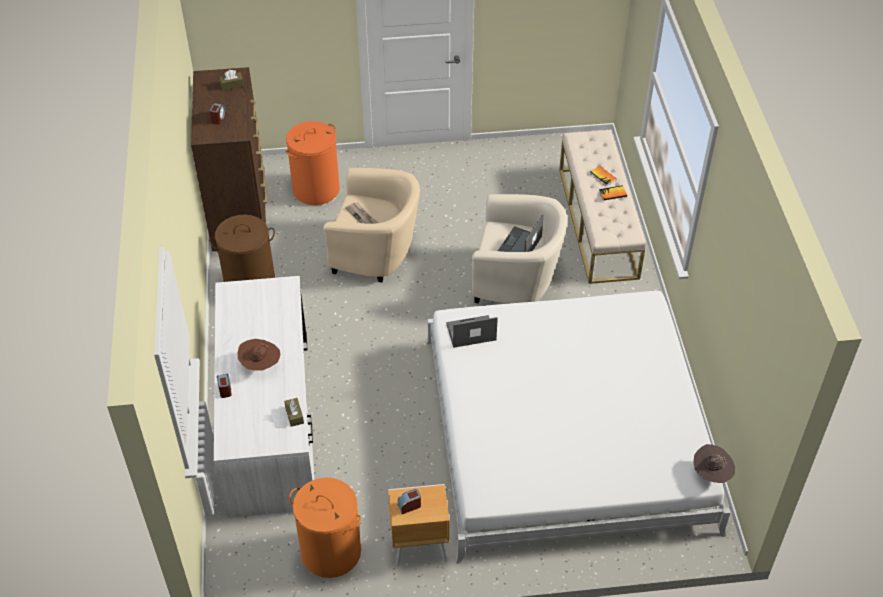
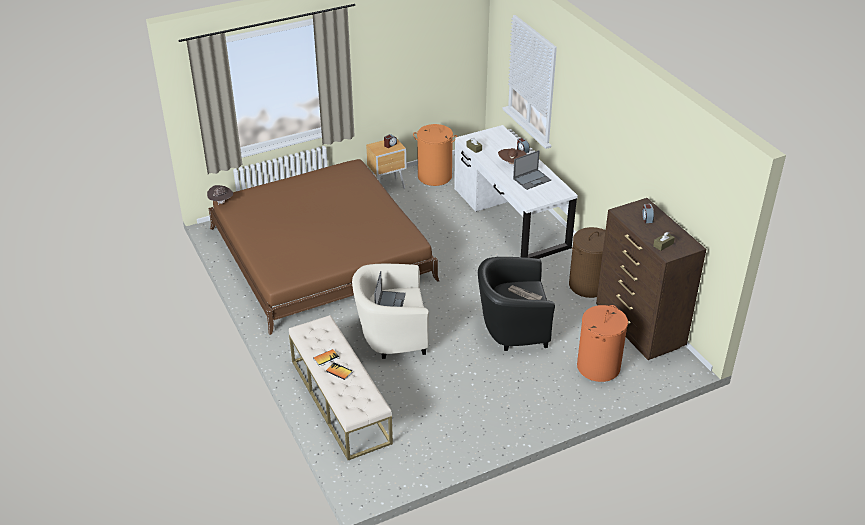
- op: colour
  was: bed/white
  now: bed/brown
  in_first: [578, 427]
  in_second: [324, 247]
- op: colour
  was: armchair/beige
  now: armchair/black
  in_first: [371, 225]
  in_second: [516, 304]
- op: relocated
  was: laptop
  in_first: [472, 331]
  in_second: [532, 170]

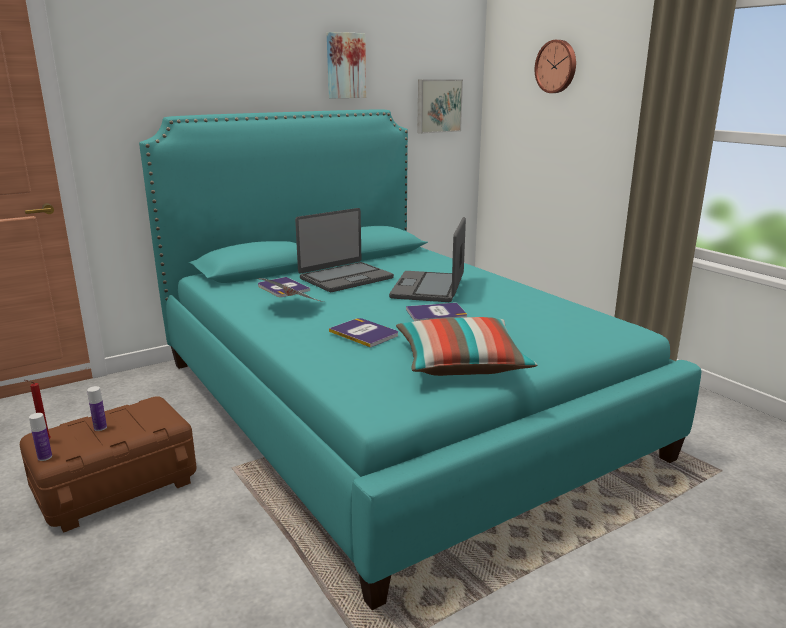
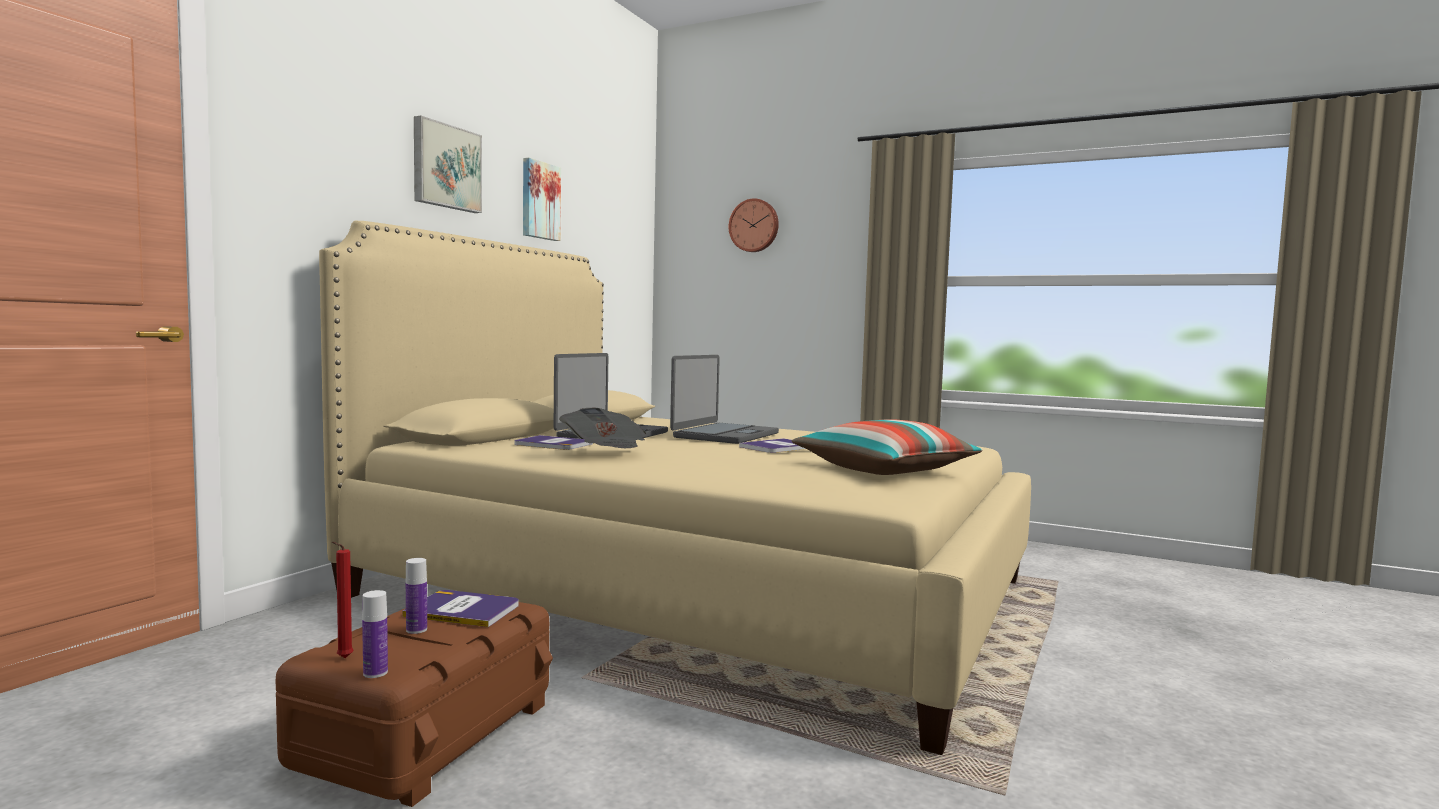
- op: colour
  was: bed/turquoise
  now: bed/beige
  in_first: [420, 360]
  in_second: [675, 488]
- op: relocated
  was: book
  in_first: [363, 333]
  in_second: [460, 608]
- op: relocated
  was: picture
  in_first: [440, 106]
  in_second: [448, 164]
- op: spun
  was: laptop
  in_first: [427, 259]
  in_second: [724, 399]
  clockwise: -135

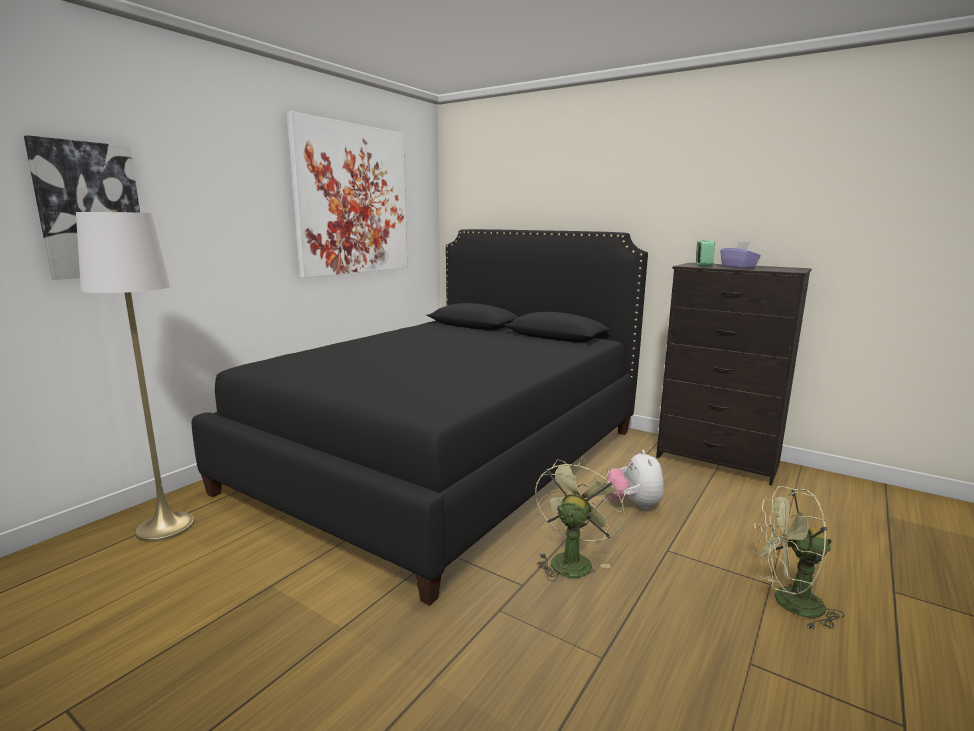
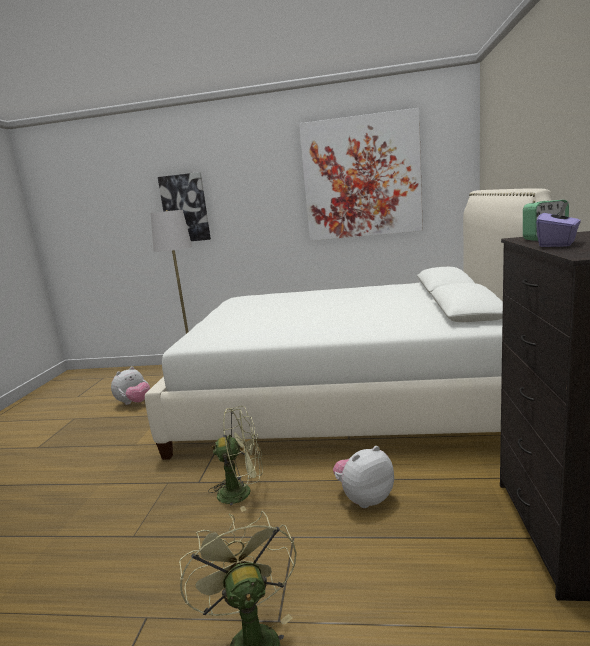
- op: appeared
  now: plush toy
  in_second: [130, 386]
- op: colour
  was: bed/black
  now: bed/white
  in_first: [420, 417]
  in_second: [348, 324]

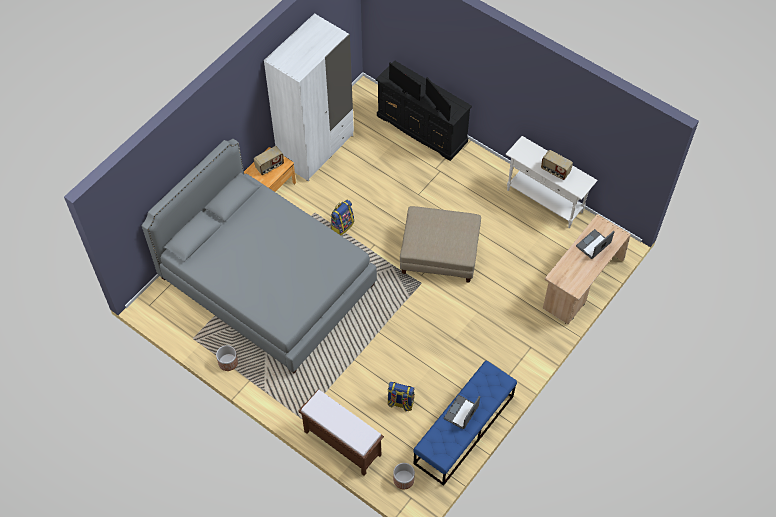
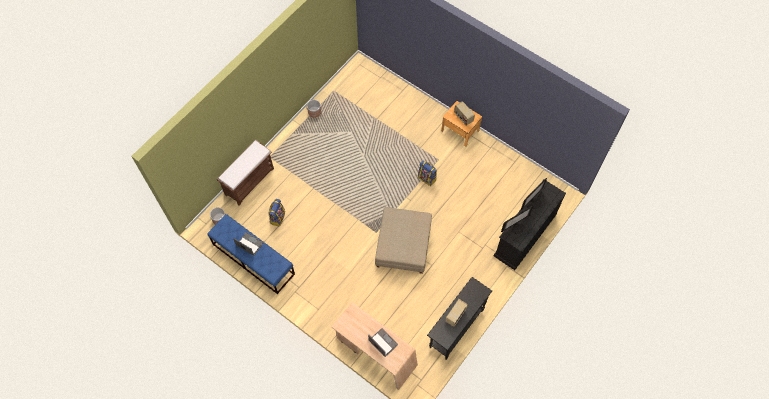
- op: colour
  was: console table/white
  now: console table/black
  in_first: [551, 182]
  in_second: [459, 318]
- op: missing
  was: bed/grey
  in_first: [259, 256]
- op: missing
  was: wardrobe/white
  in_first: [309, 97]

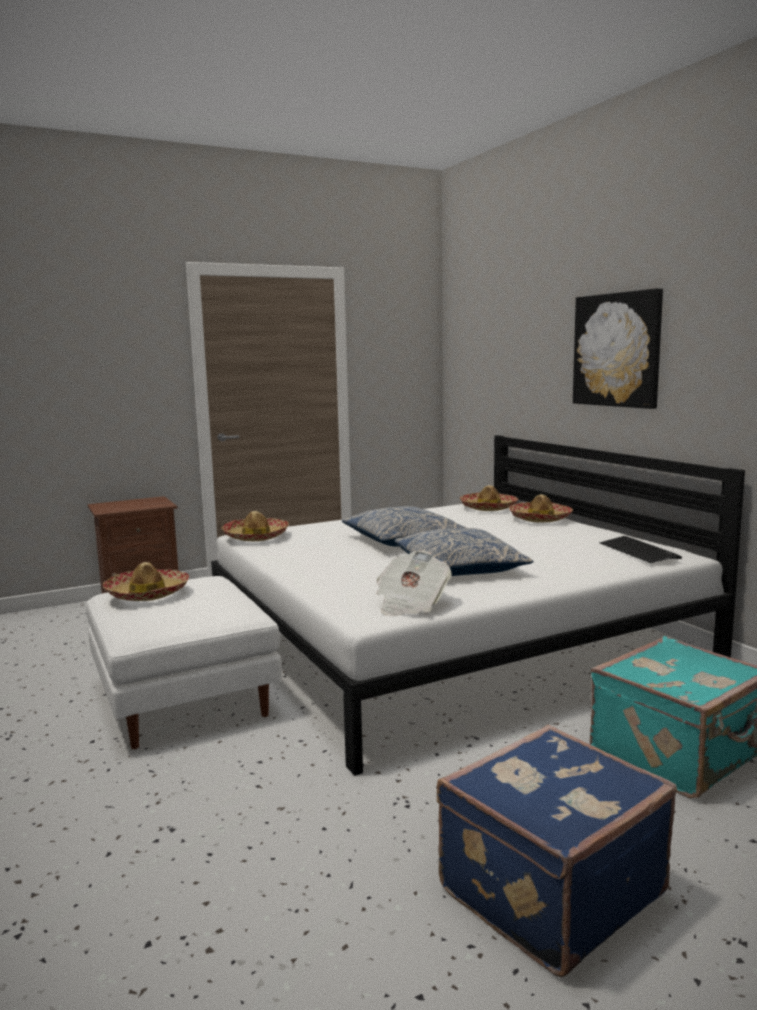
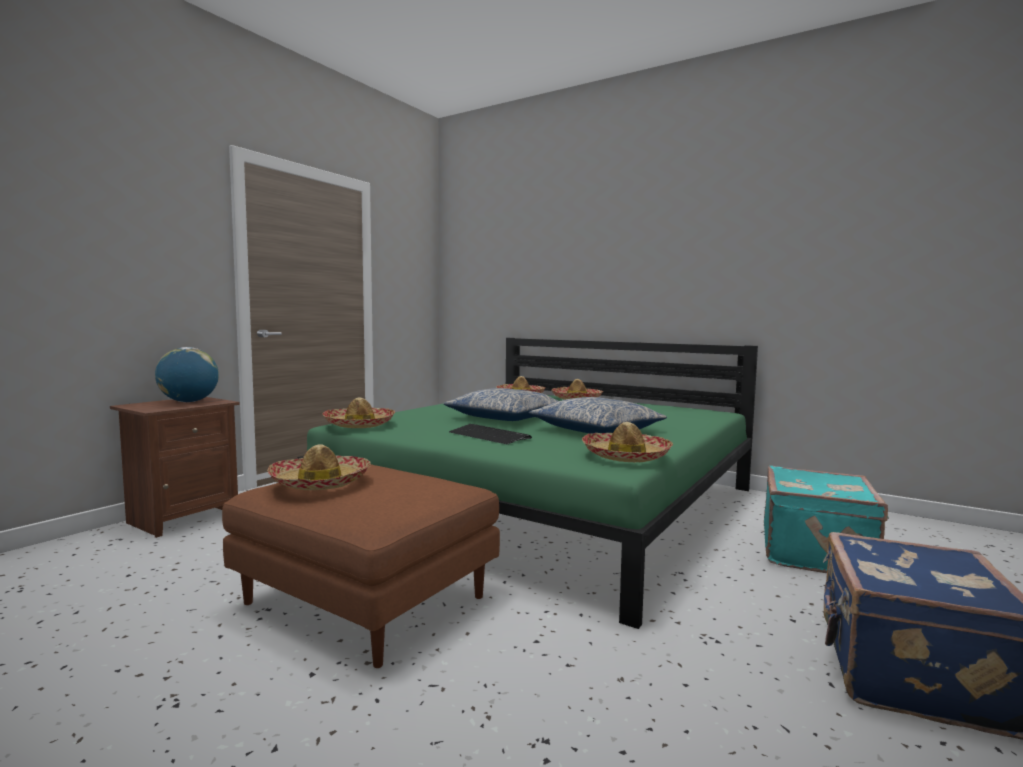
- op: appeared
  now: globe
  in_second: [187, 374]
- op: colour
  was: ottoman/white
  now: ottoman/brown
  in_first: [184, 662]
  in_second: [361, 566]
- op: colour
  was: bed/white
  now: bed/green
  in_first: [478, 605]
  in_second: [527, 483]
- op: relocated
  was: keyboard
  in_first: [641, 549]
  in_second: [490, 434]
- op: exchanged
  was: newspaper
  now: hat
  in_first: [414, 583]
  in_second: [627, 442]
- op: missing
  was: picture
  in_first: [618, 348]

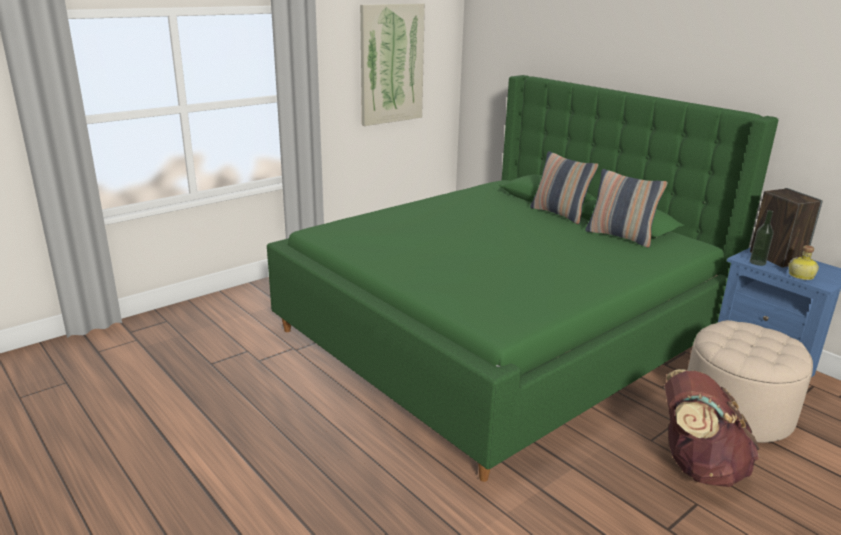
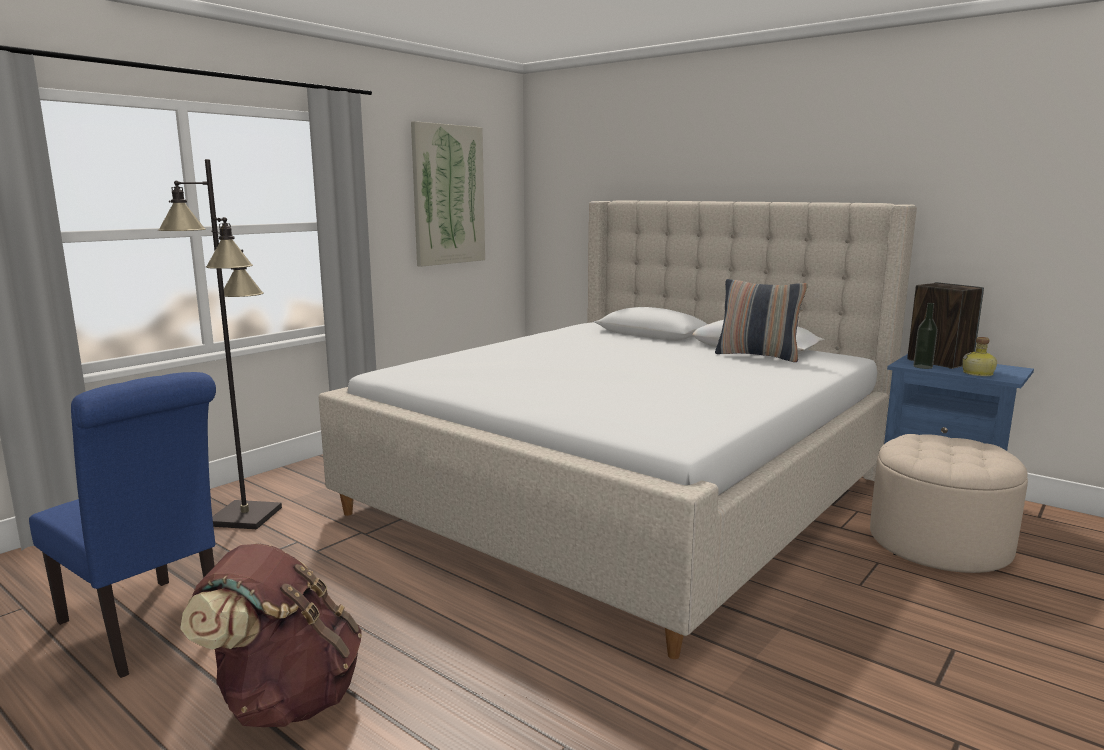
- op: appeared
  now: chair/blue
  in_second: [122, 525]
- op: appeared
  now: floor lamp/black
  in_second: [220, 344]
- op: relocated
  was: backpack/brown
  in_first: [712, 428]
  in_second: [271, 635]
- op: colour
  was: bed/green
  now: bed/beige
  in_first: [522, 278]
  in_second: [618, 429]
- op: missing
  was: pillow
  in_first: [564, 187]

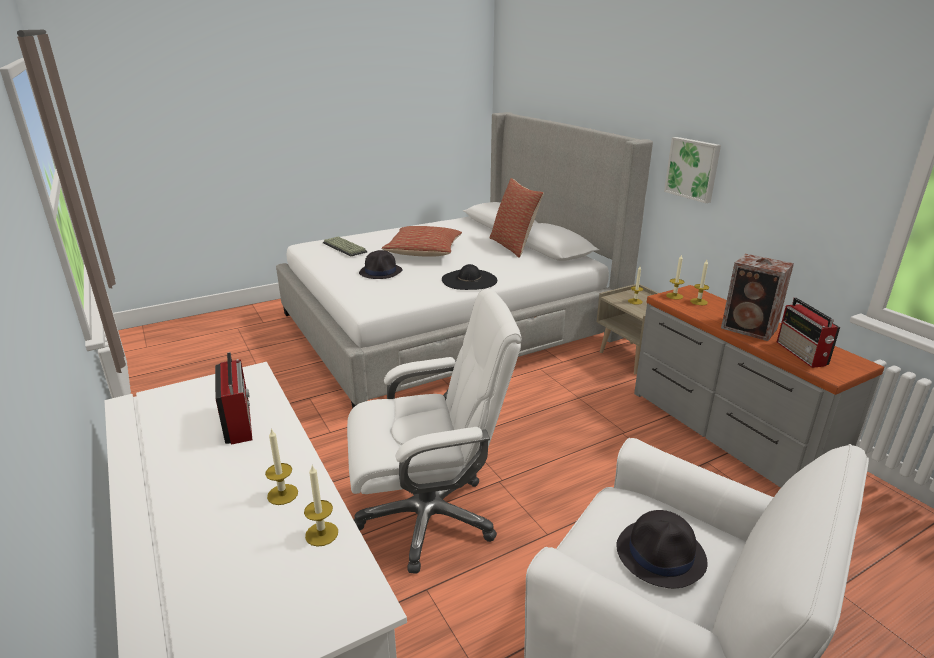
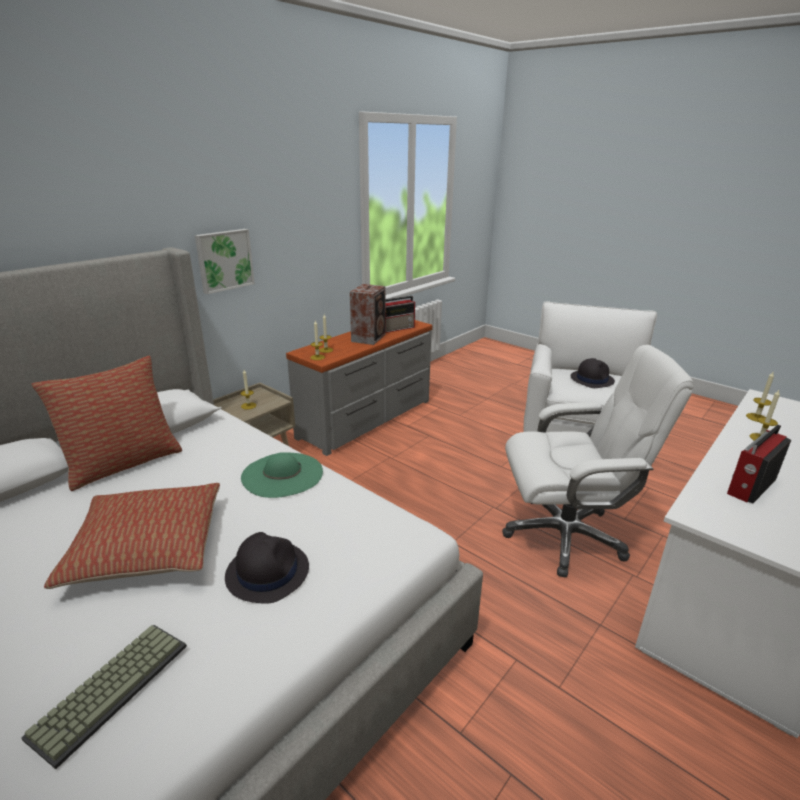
- op: colour
  was: hat/black
  now: hat/green
  in_first: [469, 277]
  in_second: [282, 475]
- op: spun
  was: office chair/white
  in_first: [434, 431]
  in_second: [598, 461]
  clockwise: 120

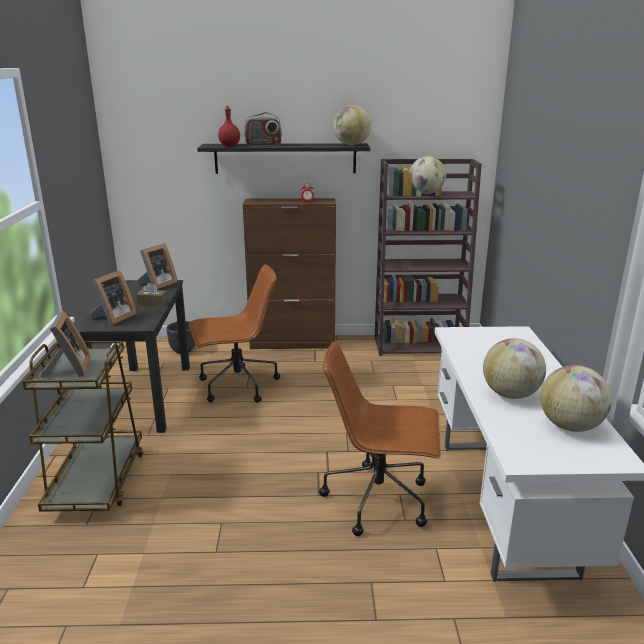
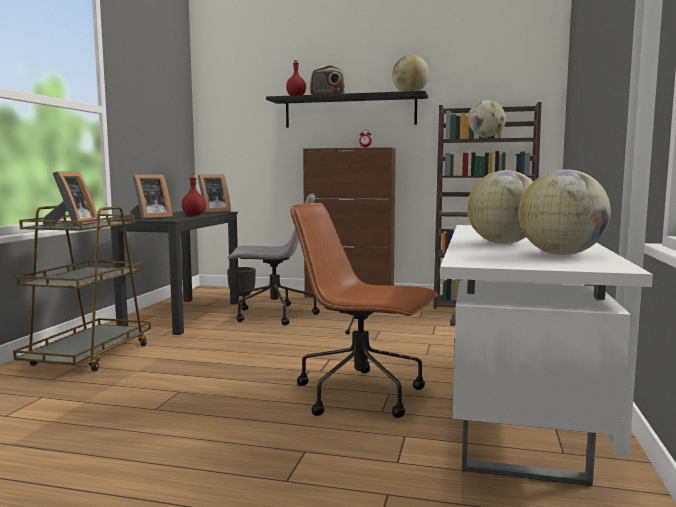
- op: exchanged
  was: tissue box/brown
  now: bottle/red
  in_first: [151, 294]
  in_second: [194, 195]
- op: colour
  was: office chair/brown
  now: office chair/grey
  in_first: [234, 334]
  in_second: [273, 259]

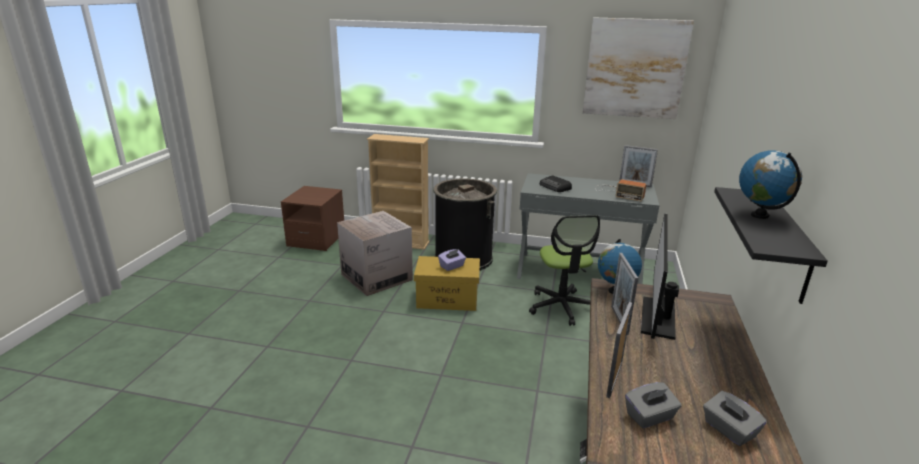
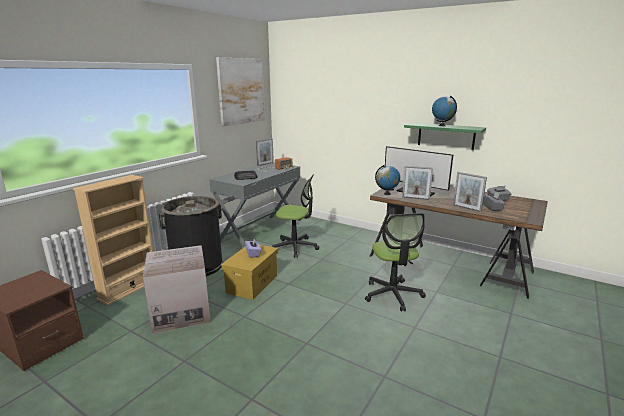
- op: appeared
  now: office chair
  in_second: [395, 262]
- op: colour
  was: shelf/black
  now: shelf/green
  in_first: [771, 245]
  in_second: [445, 136]

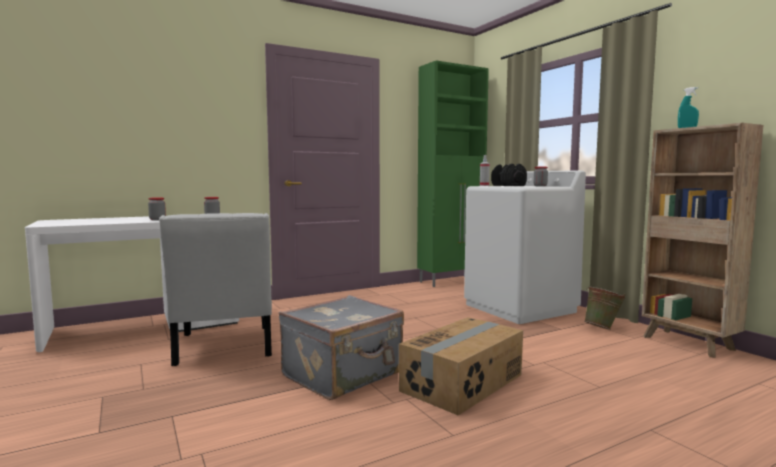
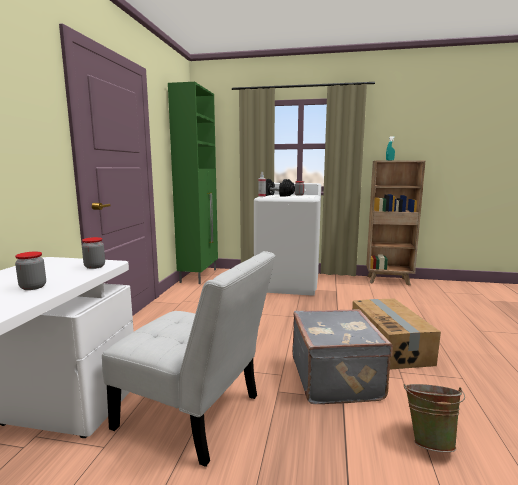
- op: relocated
  was: bucket/green
  in_first: [605, 308]
  in_second: [434, 418]

